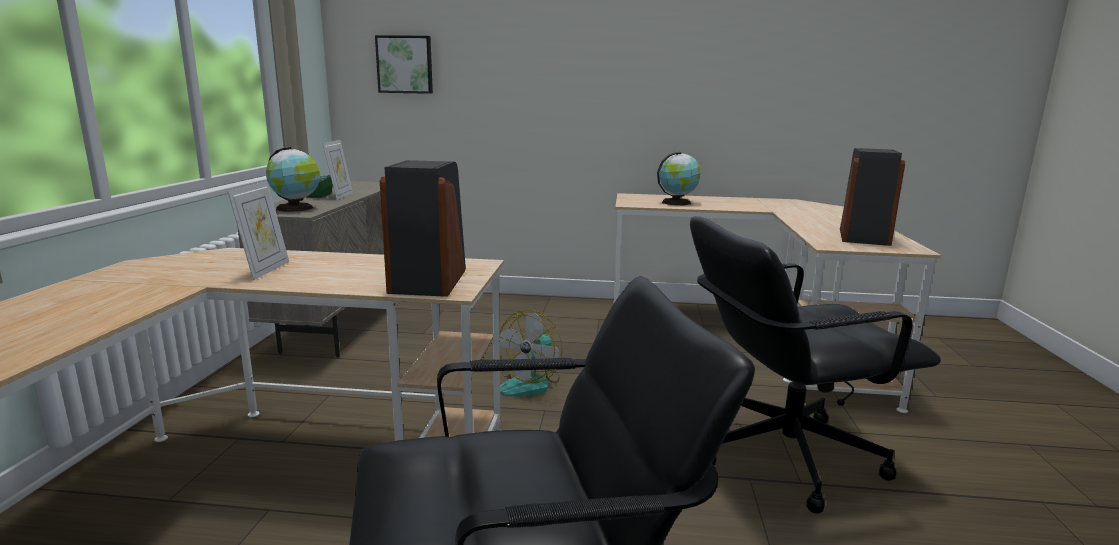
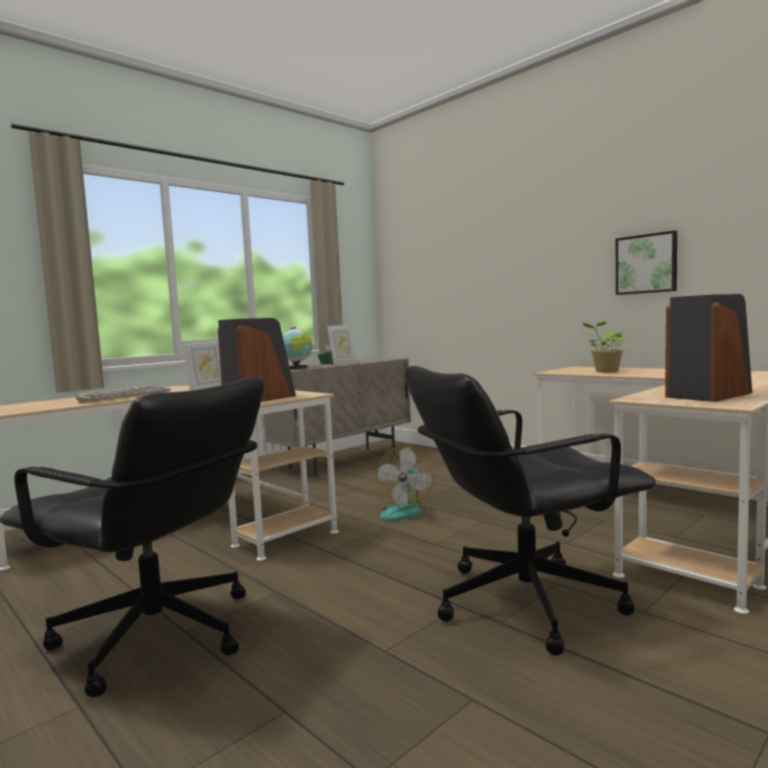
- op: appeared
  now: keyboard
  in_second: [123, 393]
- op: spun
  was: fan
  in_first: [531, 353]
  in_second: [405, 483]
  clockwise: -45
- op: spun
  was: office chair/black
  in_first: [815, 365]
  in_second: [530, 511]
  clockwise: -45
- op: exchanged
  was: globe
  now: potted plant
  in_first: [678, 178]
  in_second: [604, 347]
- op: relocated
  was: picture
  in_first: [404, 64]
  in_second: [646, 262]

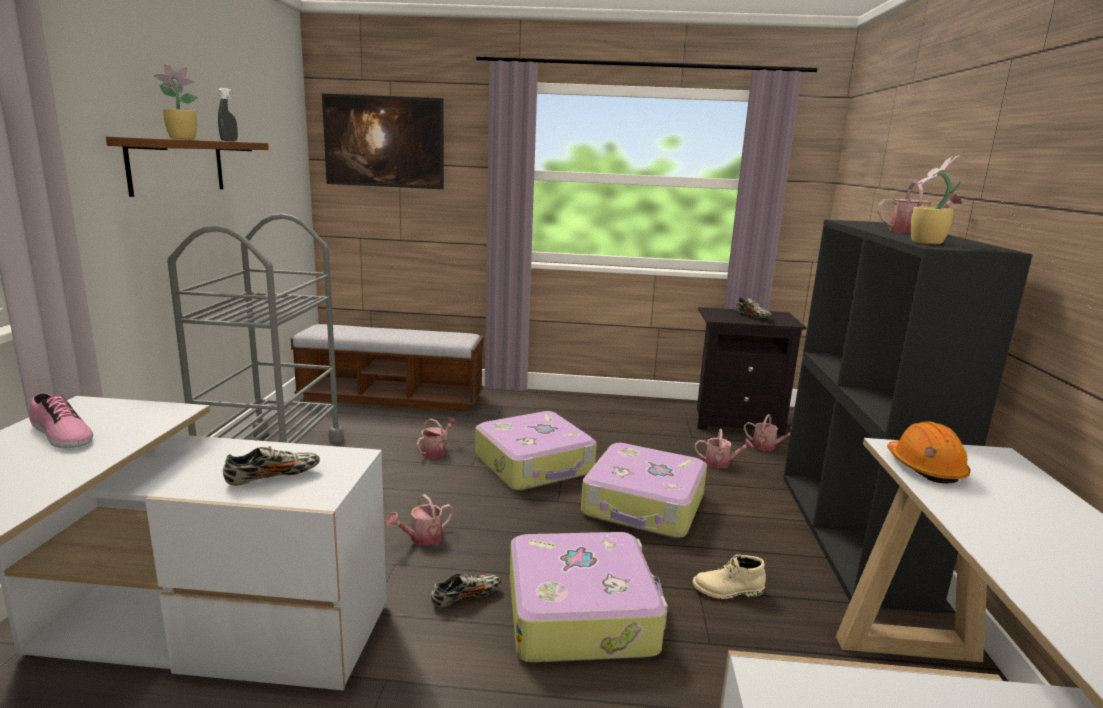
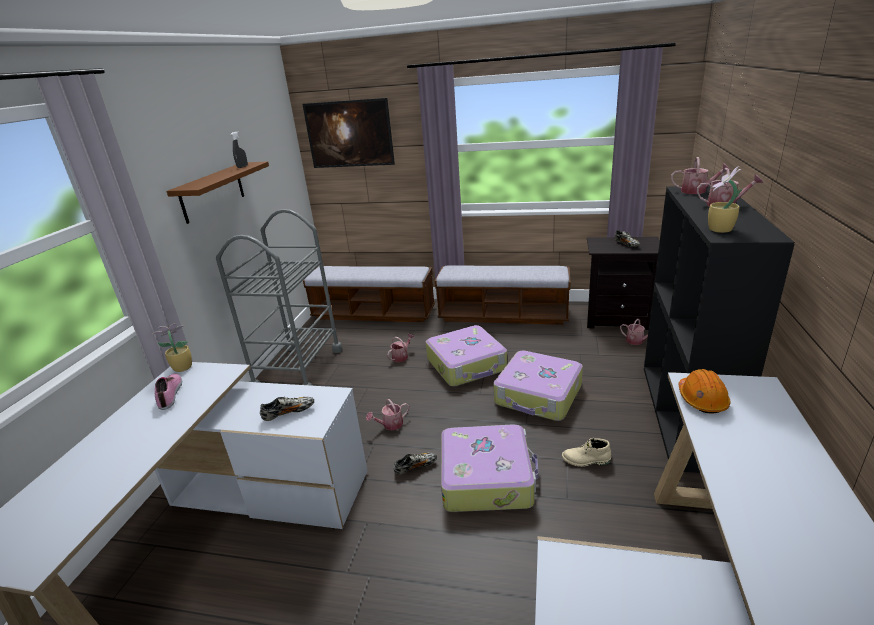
- op: relocated
  was: potted plant
  in_first: [175, 102]
  in_second: [172, 347]
- op: spun
  was: shoe
  in_first: [61, 420]
  in_second: [168, 392]
  clockwise: -150
- op: appeared
  now: bench
  in_second: [503, 295]
- op: relocated
  was: watering can
  in_first: [724, 448]
  in_second: [701, 175]

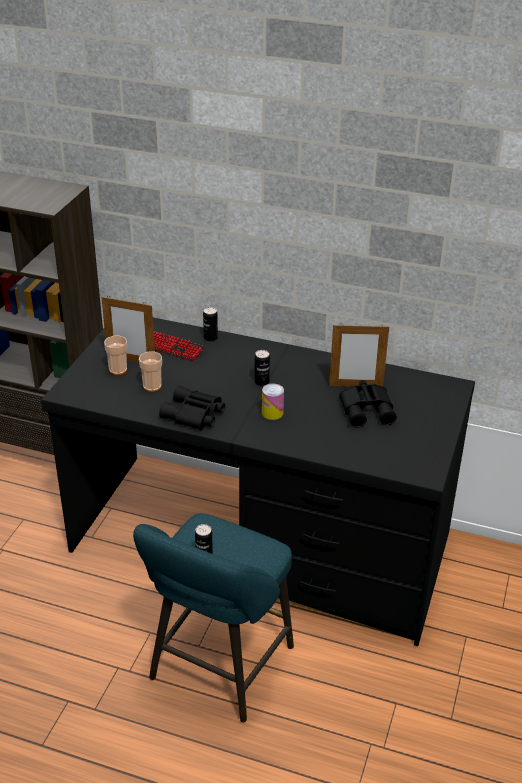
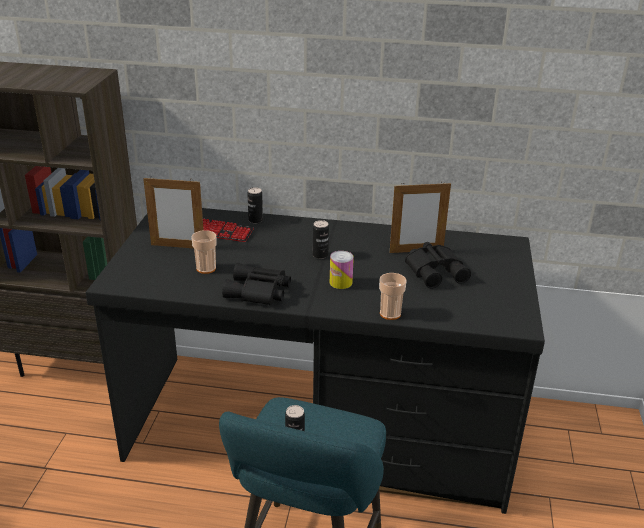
- op: relocated
  was: cup
  in_first: [115, 355]
  in_second: [393, 296]

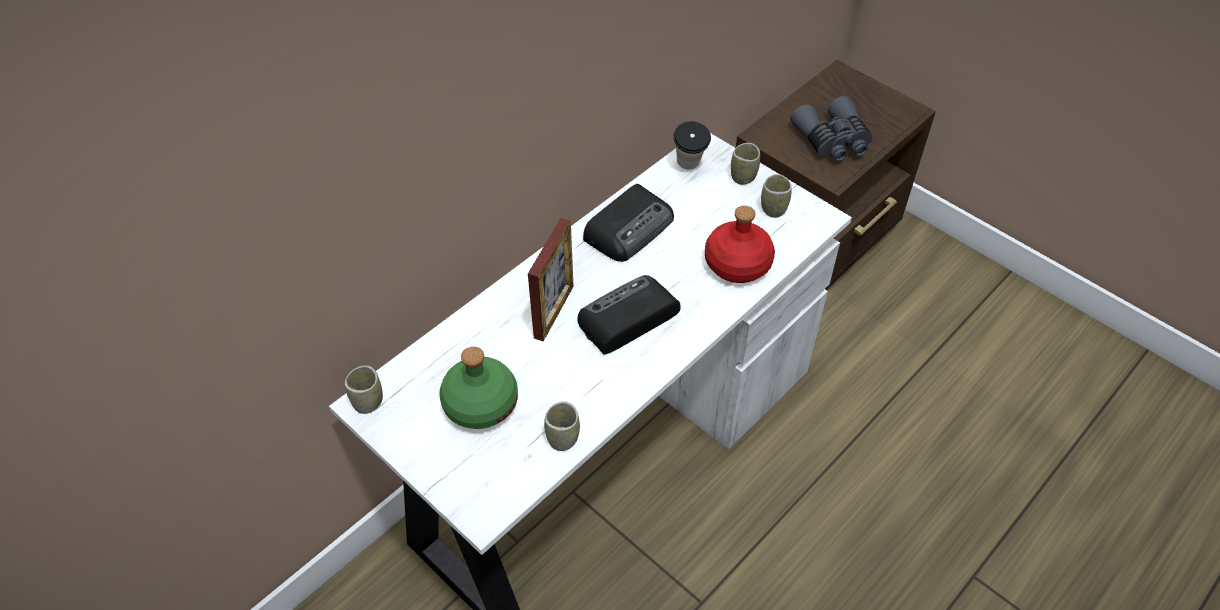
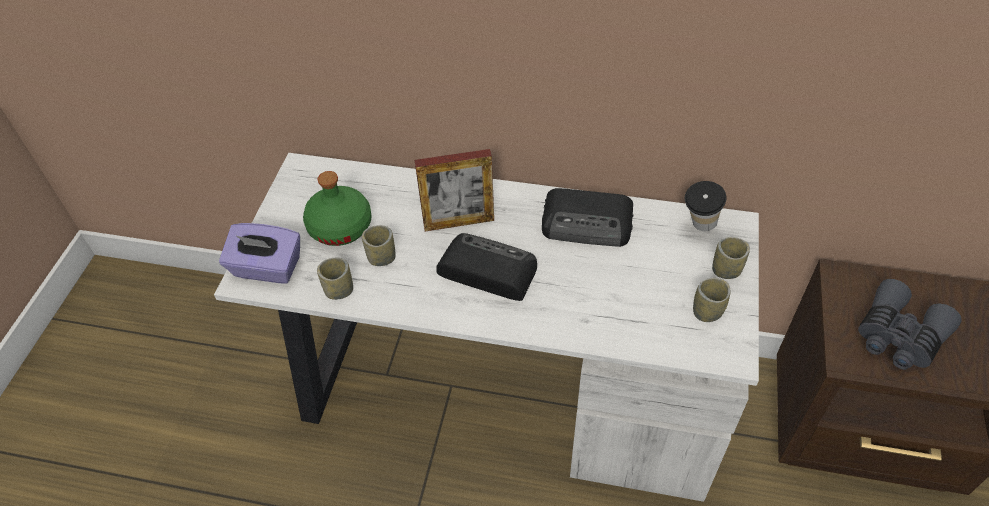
- op: appeared
  now: tissue box/purple
  in_second: [259, 253]
- op: relocated
  was: cup
  in_first: [364, 389]
  in_second: [379, 245]
- op: missing
  was: bottle/red
  in_first: [740, 244]

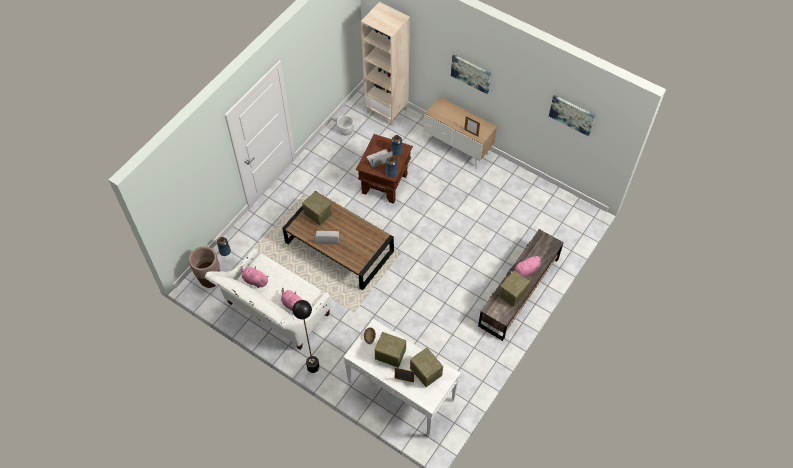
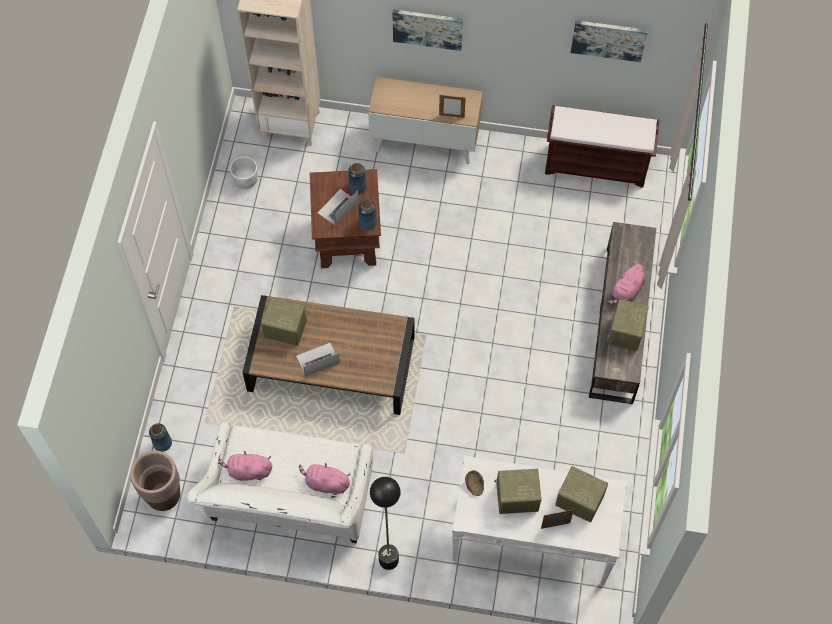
- op: appeared
  now: bench/brown
  in_second: [602, 146]

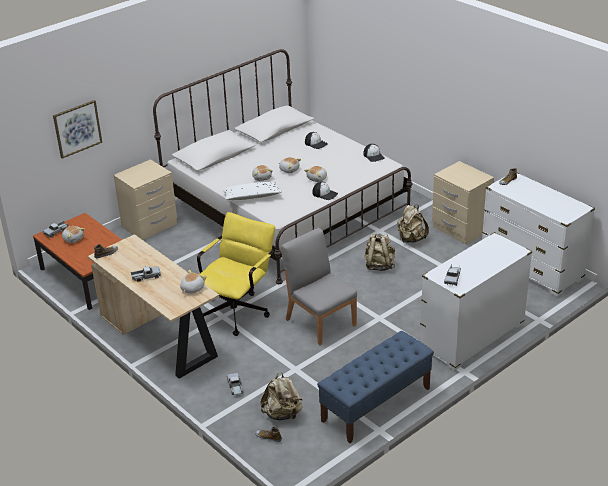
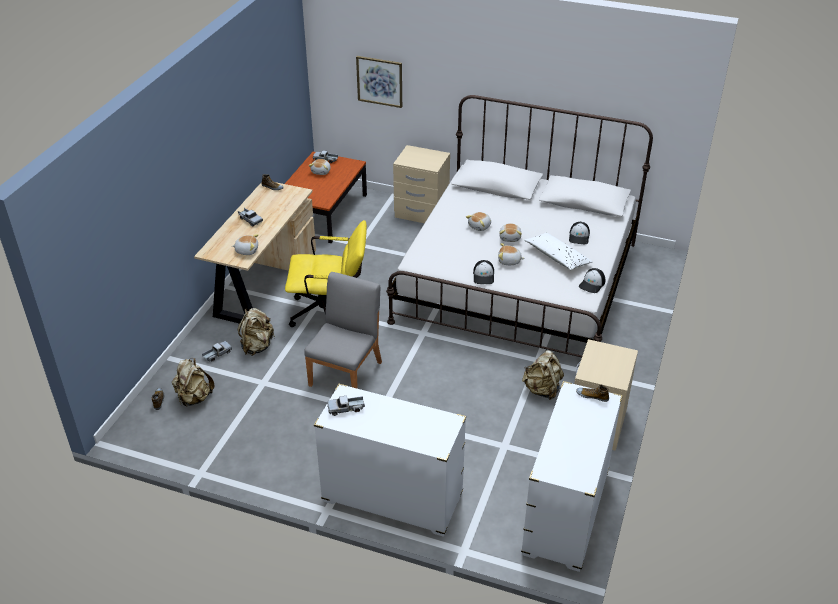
- op: relocated
  was: backpack/beige
  in_first: [379, 252]
  in_second: [256, 332]
- op: relocated
  was: pillow/white
  in_first: [252, 191]
  in_second: [559, 251]
- op: missing
  was: bench/blue
  in_first: [375, 387]

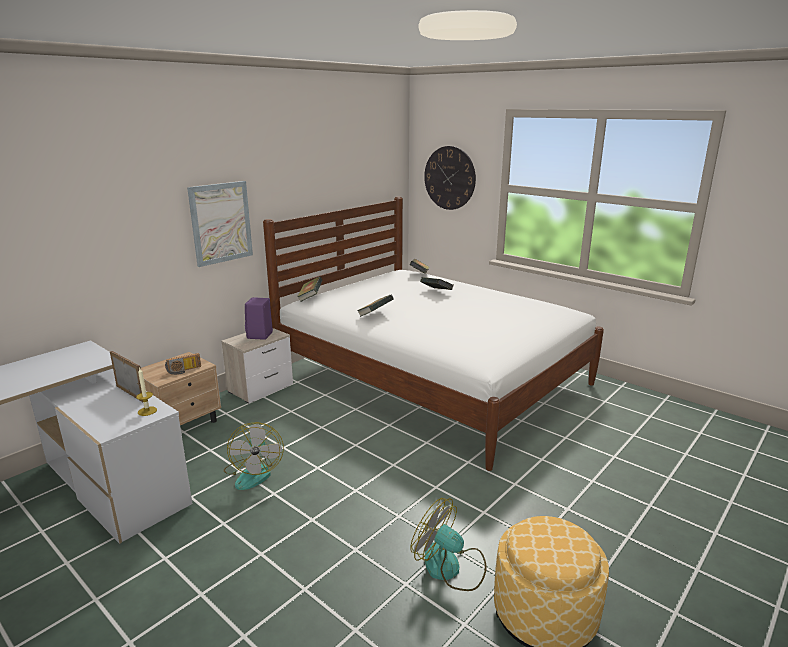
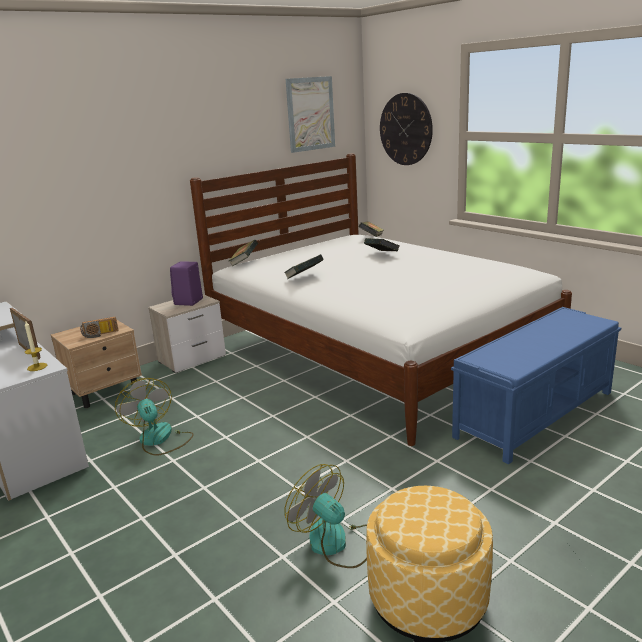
- op: spun
  was: fan
  in_first: [254, 456]
  in_second: [154, 417]
  clockwise: 150
- op: relocated
  was: picture
  in_first: [220, 224]
  in_second: [310, 114]
- op: appeared
  now: bench/blue
  in_second: [536, 385]

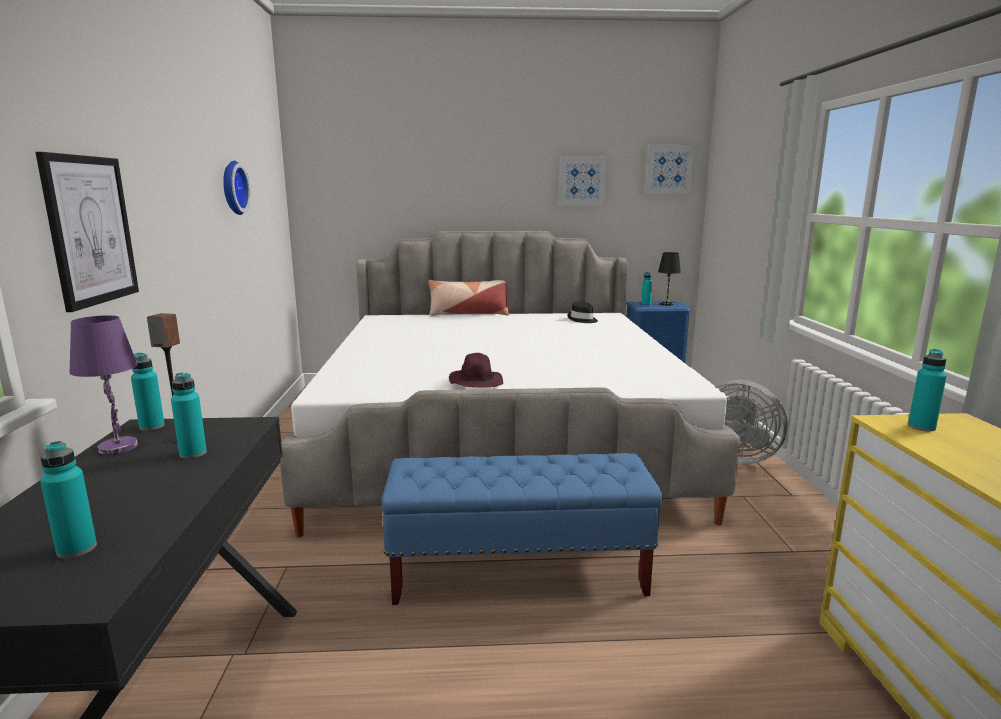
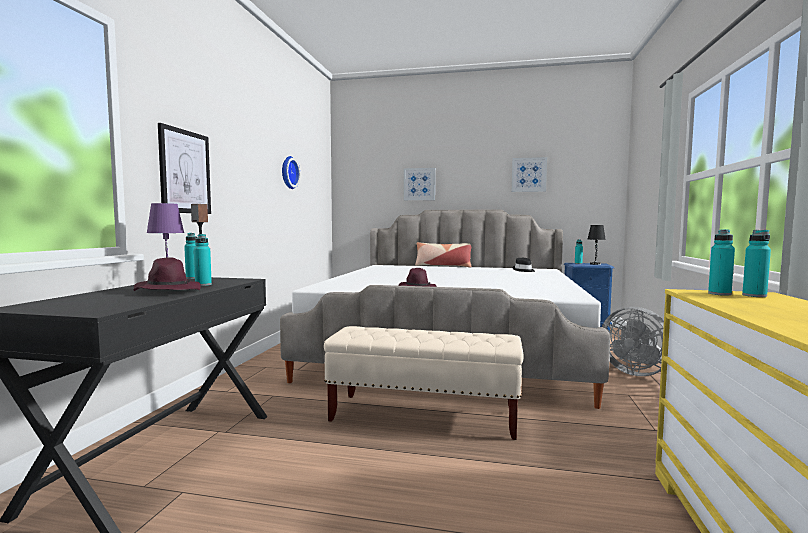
- op: appeared
  now: hat/purple
  in_second: [167, 274]
- op: colour
  was: bench/blue
  now: bench/beige
  in_first: [522, 529]
  in_second: [424, 383]
- op: relocated
  was: picture
  in_first: [670, 169]
  in_second: [419, 184]
- op: relocated
  was: bottle/turquoise
  in_first: [68, 500]
  in_second: [756, 263]

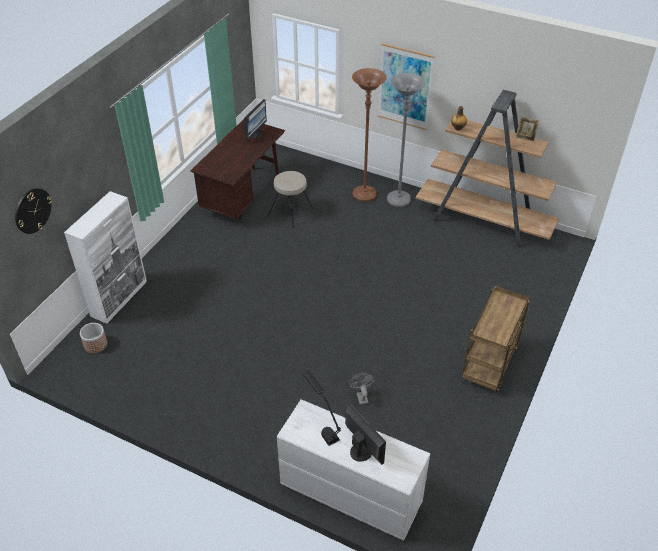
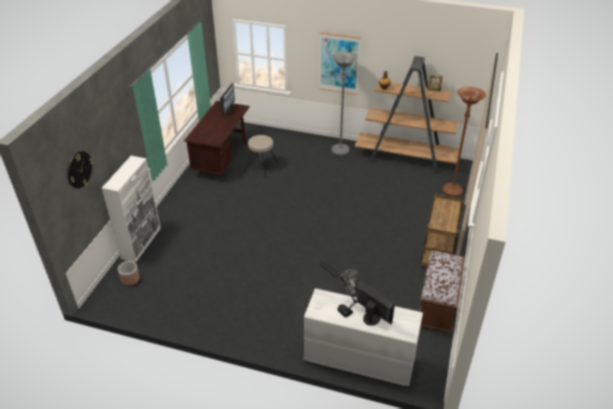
- op: appeared
  now: bench/brown
  in_second: [442, 291]
- op: relocated
  was: floor lamp/brown
  in_first: [369, 135]
  in_second: [464, 142]

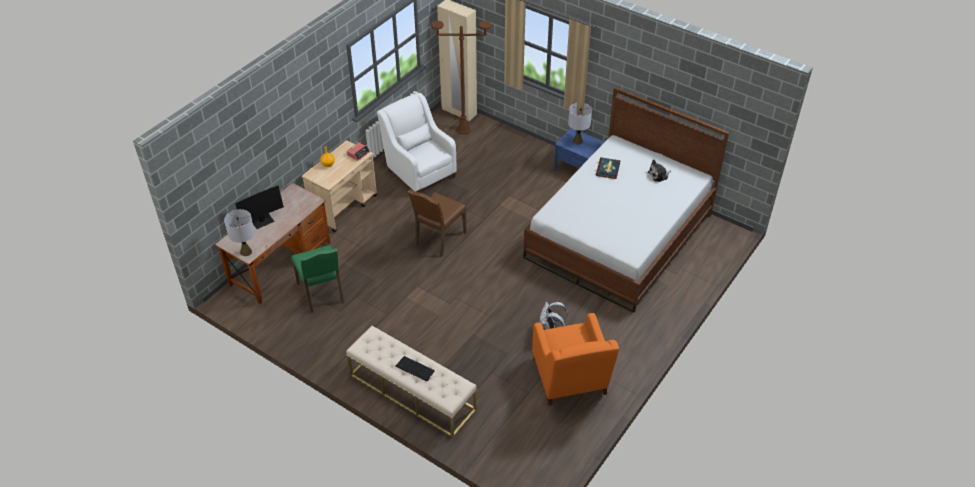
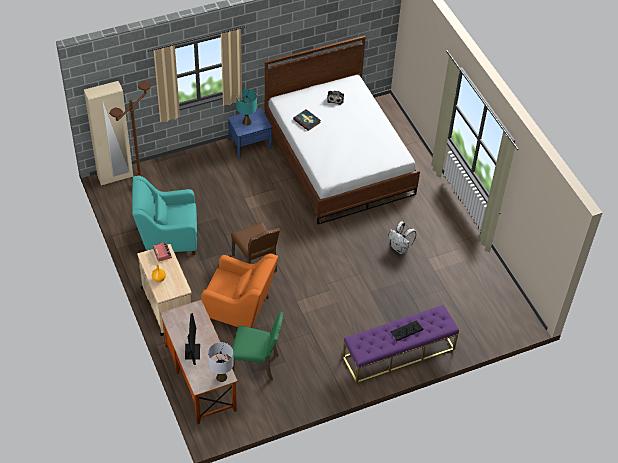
- op: colour
  was: armchair/white
  now: armchair/turquoise
  in_first: [417, 142]
  in_second: [164, 215]
- op: relocated
  was: armchair/orange
  in_first: [575, 359]
  in_second: [239, 291]
- op: colour
  was: table lamp/grey
  now: table lamp/turquoise
  in_first: [580, 124]
  in_second: [246, 107]
- op: colour
  was: bench/beige
  now: bench/purple
  in_first: [411, 382]
  in_second: [400, 344]

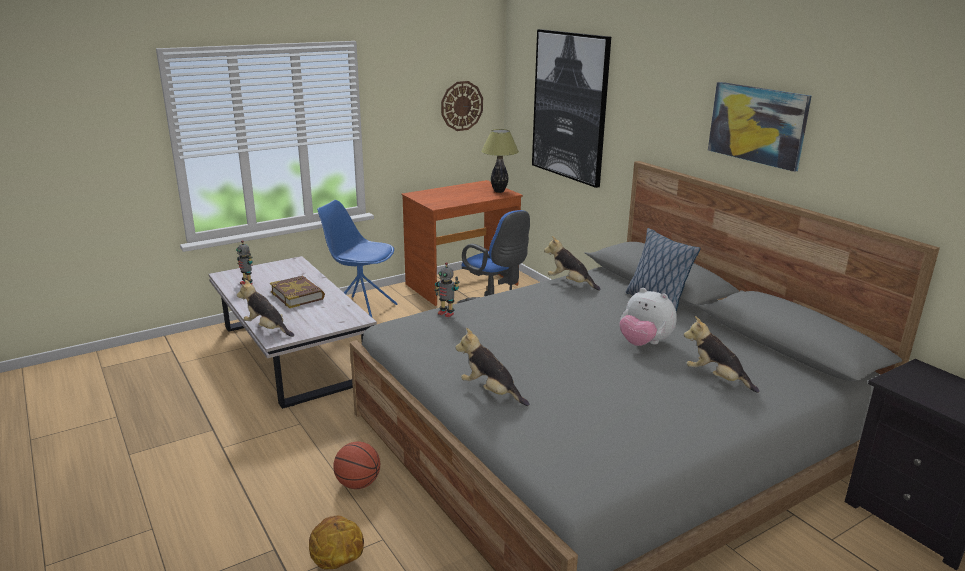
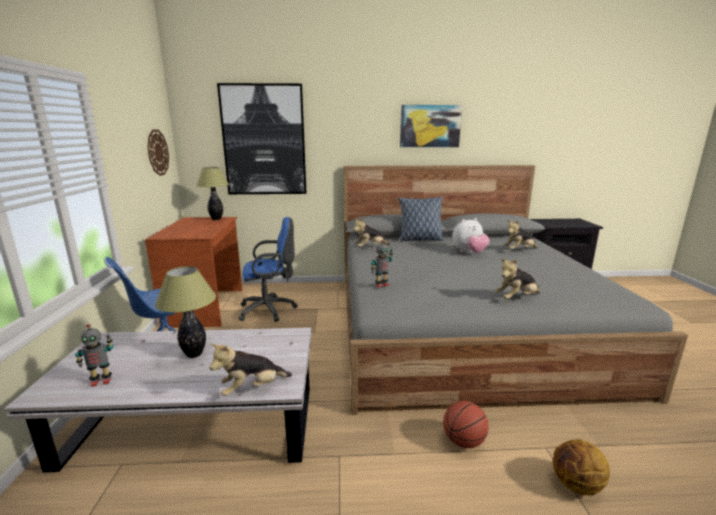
- op: exchanged
  was: book
  now: table lamp
  in_first: [297, 292]
  in_second: [185, 312]

